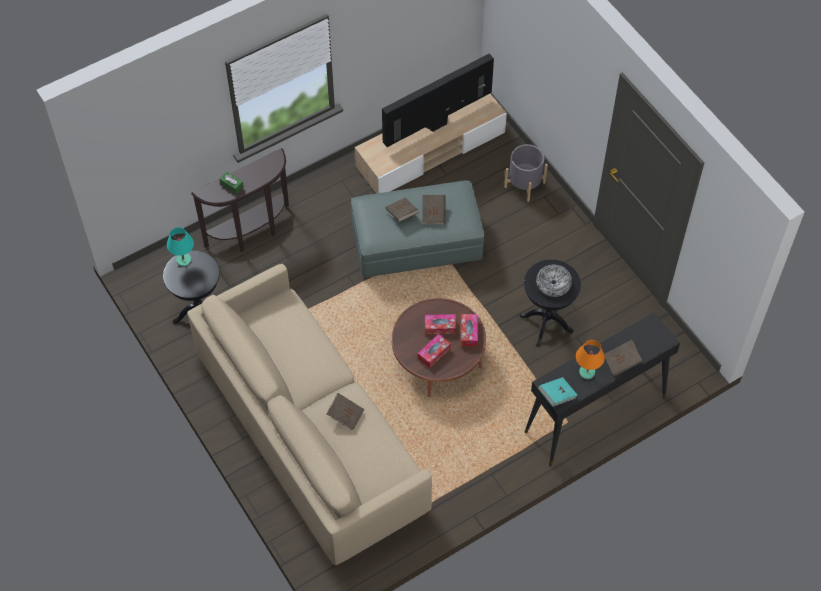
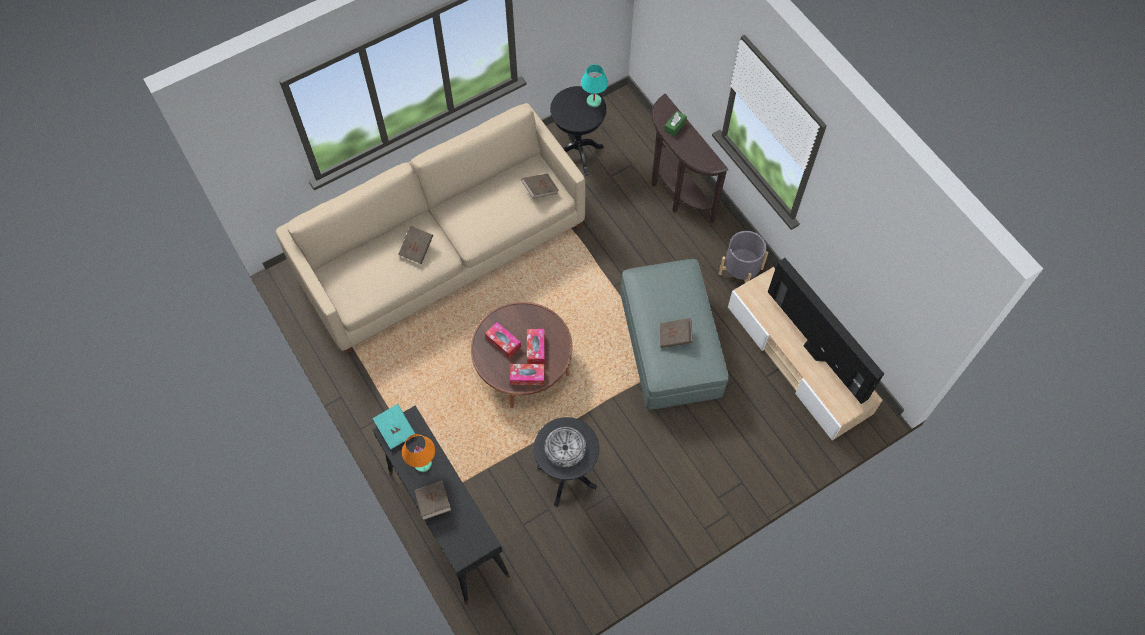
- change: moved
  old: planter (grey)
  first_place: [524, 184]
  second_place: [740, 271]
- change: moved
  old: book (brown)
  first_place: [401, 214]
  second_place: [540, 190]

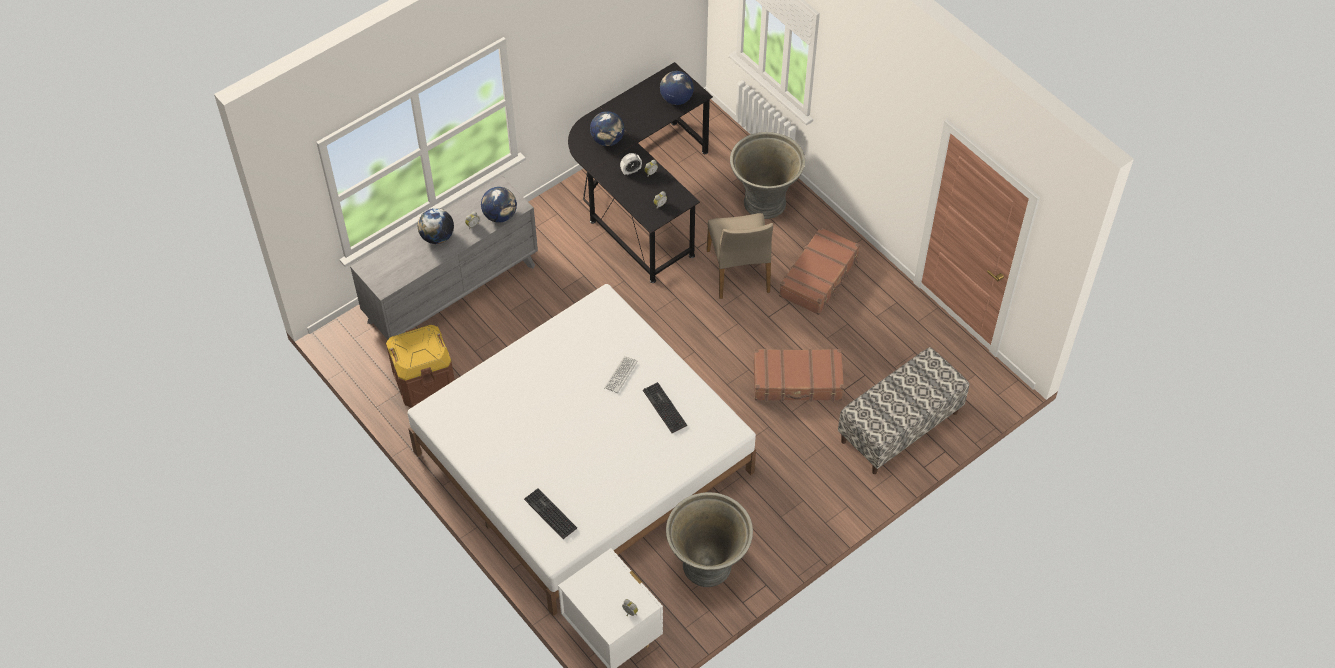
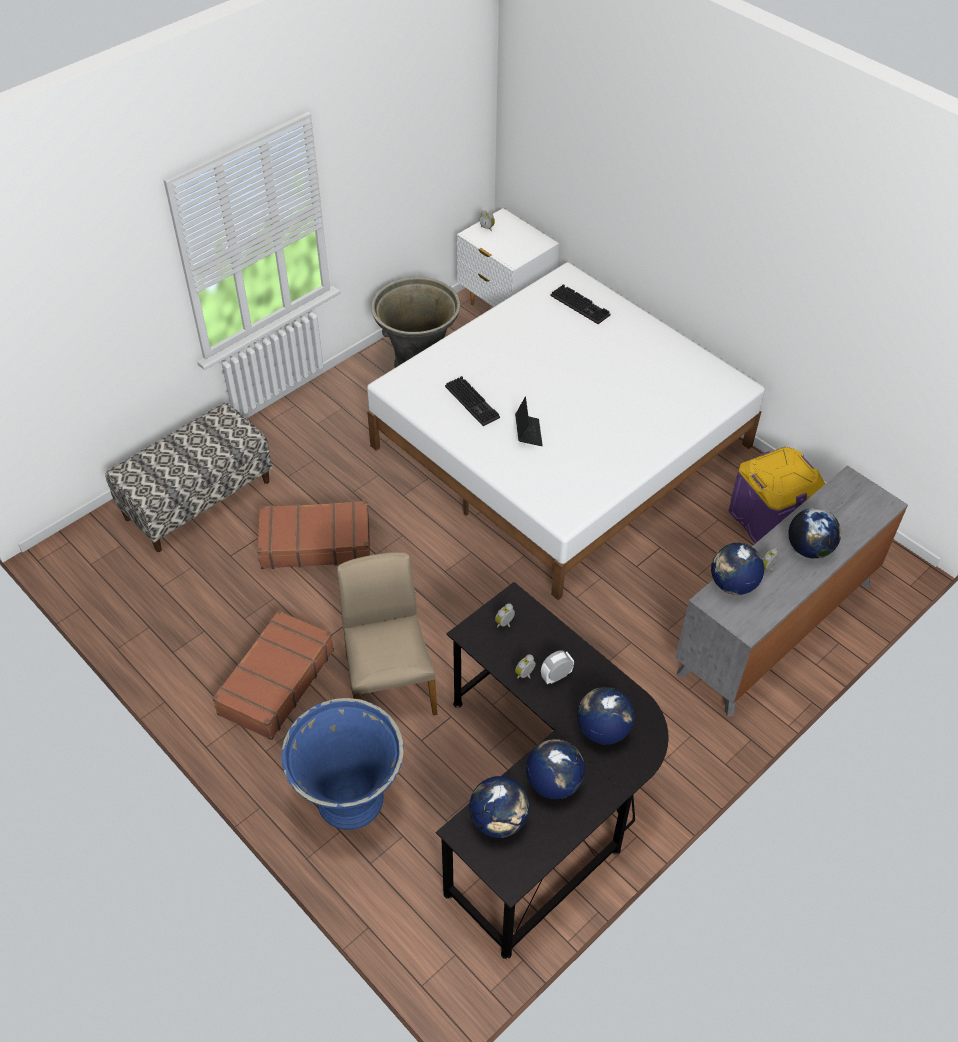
- change: recoloured
  old: planter (grey)
  new: planter (blue)
  first_place: [764, 202]
  second_place: [350, 801]
- change: recoloured
  old: storage box (brown)
  new: storage box (purple)
  first_place: [424, 380]
  second_place: [769, 519]
- change: replaced
  old: keyboard
  new: laptop
  first_place: [620, 375]
  second_place: [528, 433]
- change: added
  new: globe
  second_place: [553, 782]

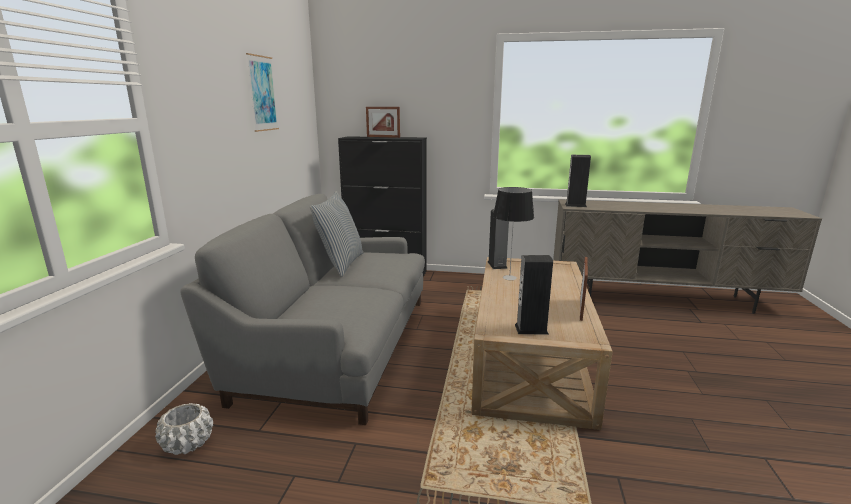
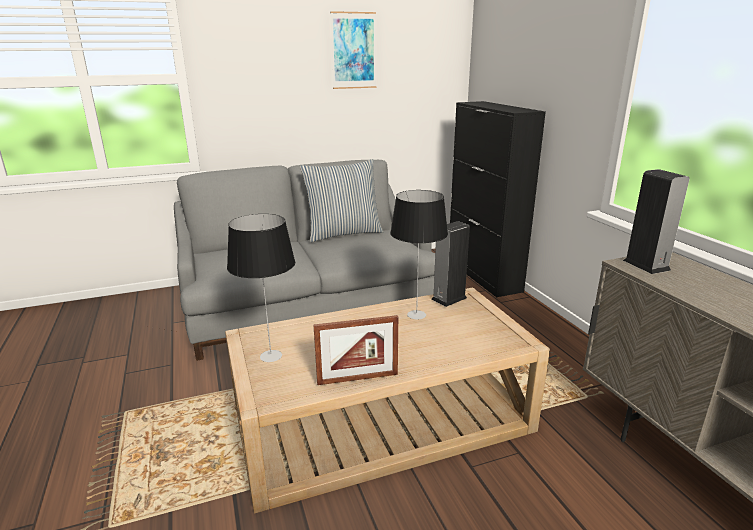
- change: removed
  old: picture frame
  first_place: [383, 137]
- change: replaced
  old: speaker
  new: table lamp
  first_place: [531, 329]
  second_place: [270, 356]
- change: removed
  old: planter (white)
  first_place: [187, 443]

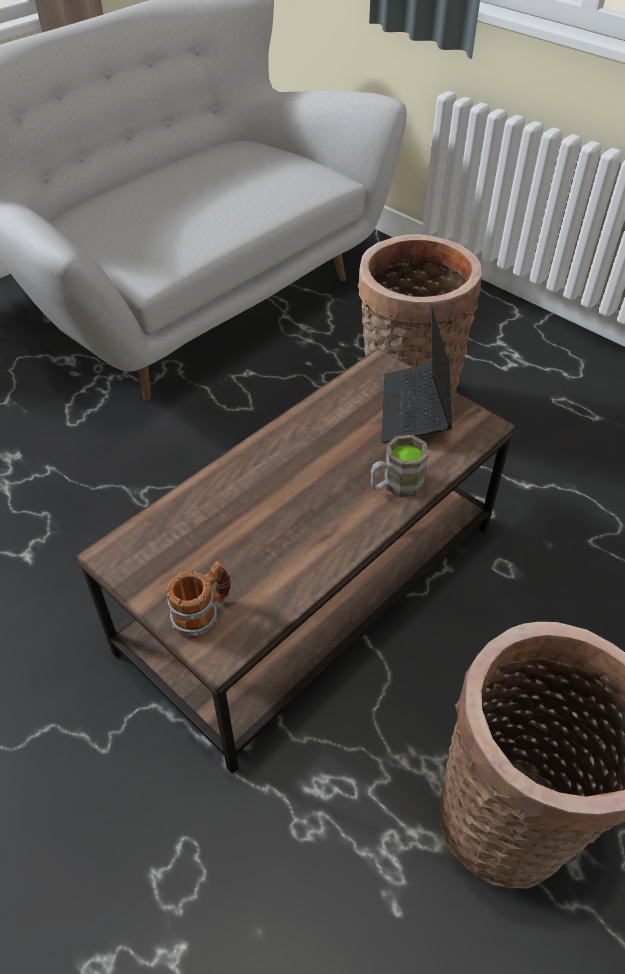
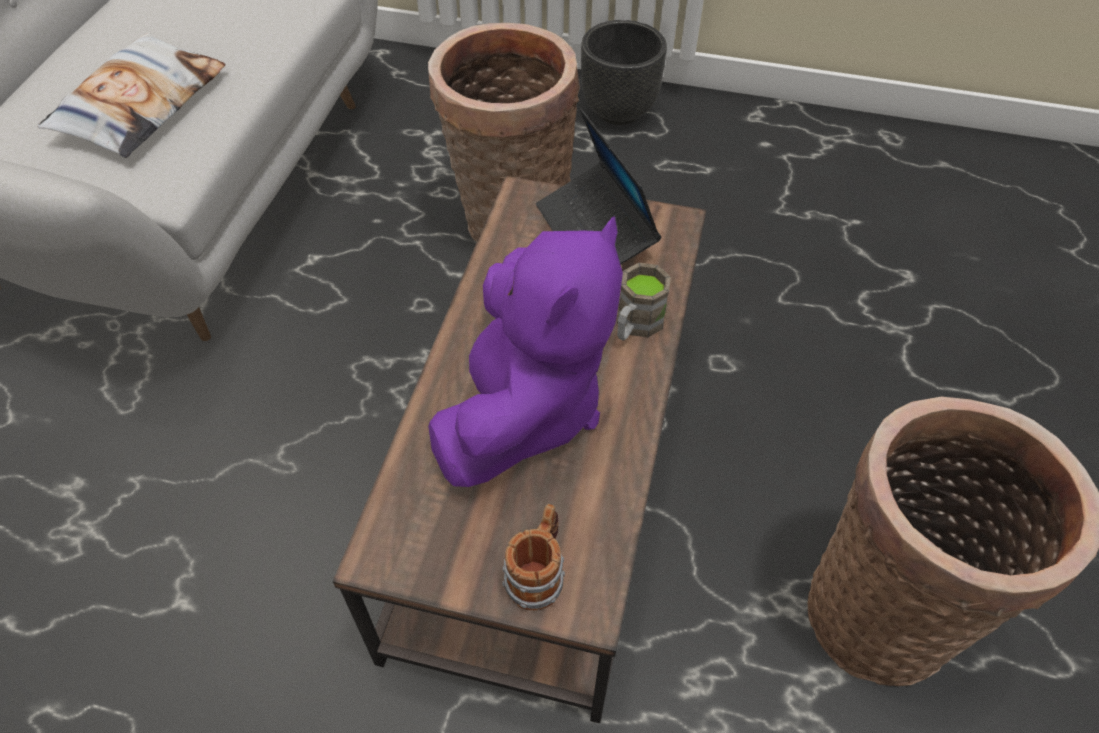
- change: added
  new: planter (black)
  second_place: [617, 111]
- change: added
  new: pillow
  second_place: [141, 105]
- change: added
  new: plush toy (purple)
  second_place: [523, 408]

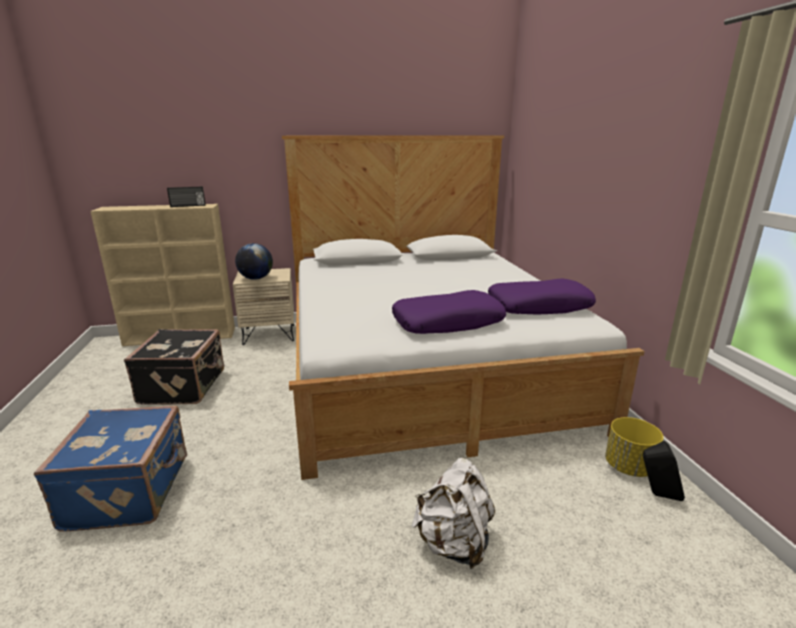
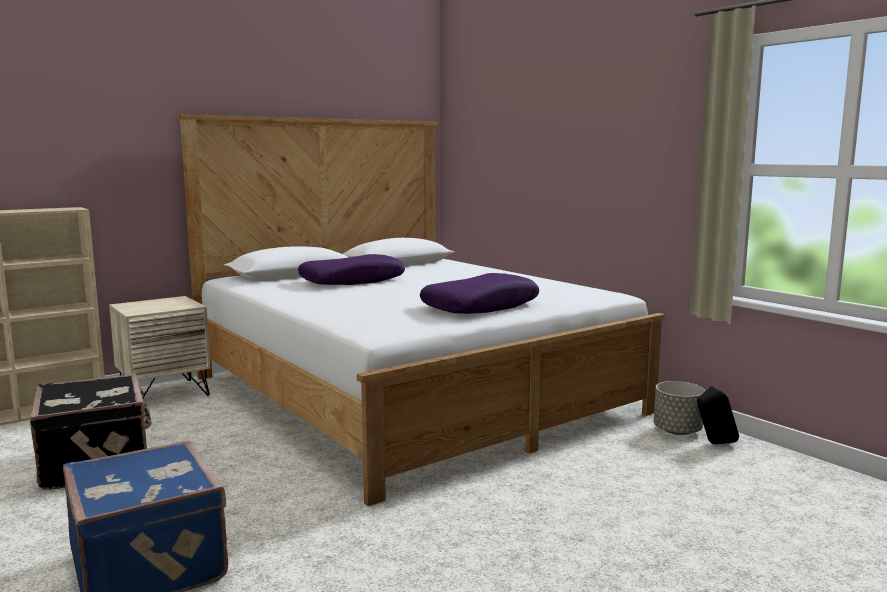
- change: removed
  old: radio
  first_place: [188, 206]
- change: removed
  old: globe
  first_place: [256, 278]
- change: moved
  old: pillow (purple)
  first_place: [539, 307]
  second_place: [352, 281]
- change: recoloured
  old: planter (yellow)
  new: planter (grey)
  first_place: [629, 467]
  second_place: [677, 431]
- change: removed
  old: backpack (white)
  first_place: [454, 543]

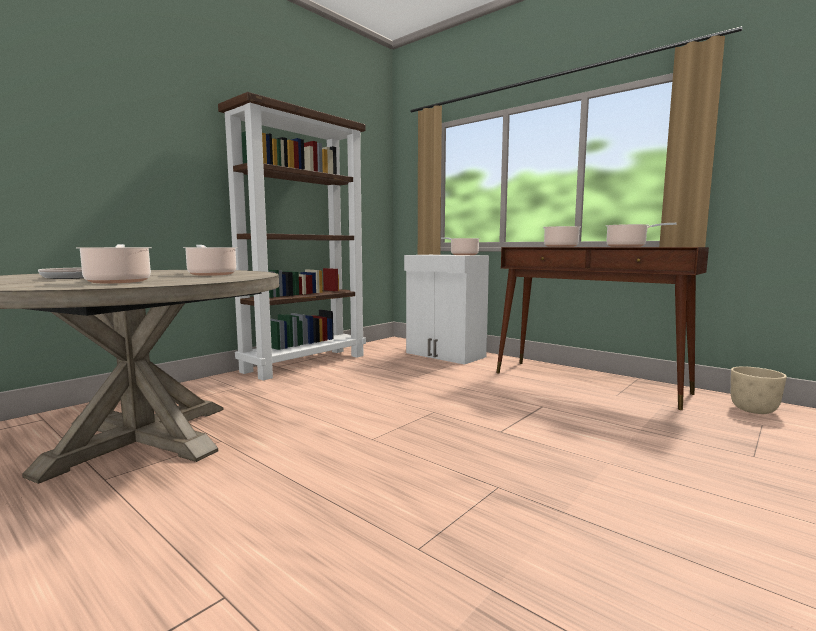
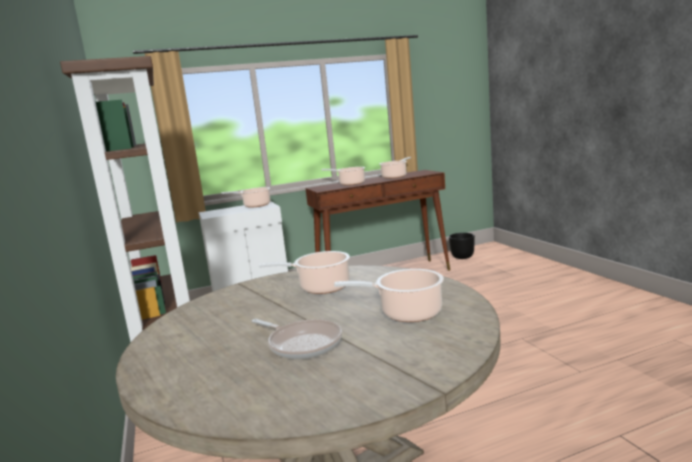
- change: recoloured
  old: planter (beige)
  new: planter (black)
  first_place: [752, 410]
  second_place: [462, 257]

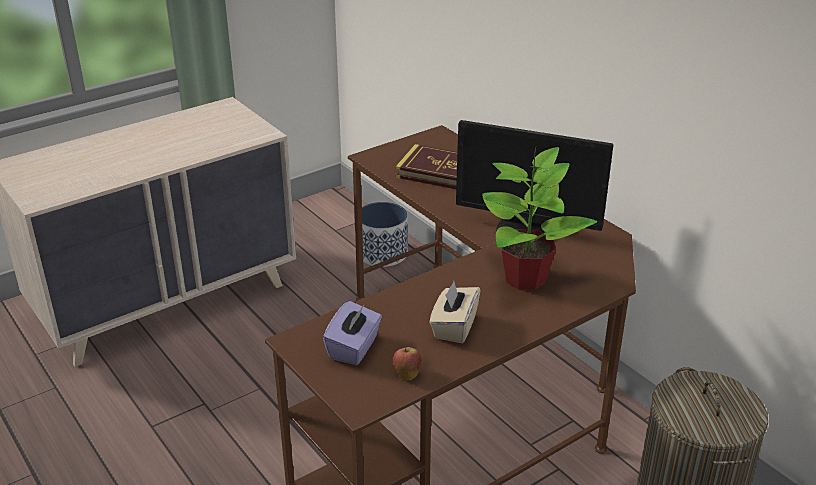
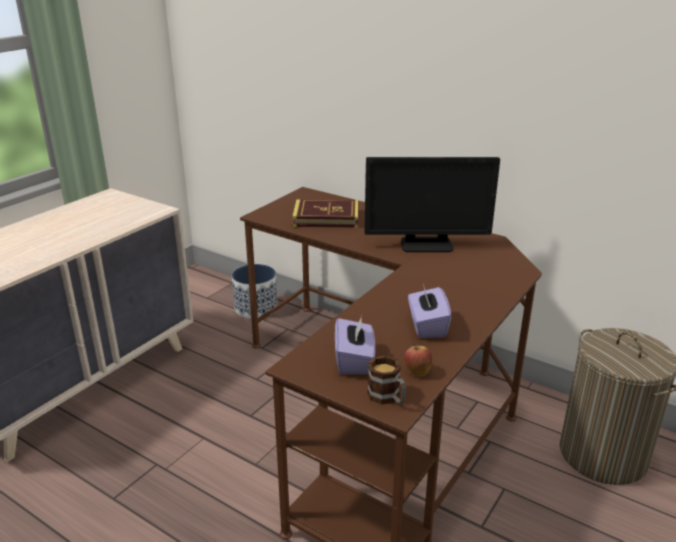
- change: removed
  old: potted plant
  first_place: [525, 277]
- change: recoloured
  old: tissue box (beige)
  new: tissue box (purple)
  first_place: [454, 327]
  second_place: [427, 326]
- change: added
  new: mug
  second_place: [387, 398]

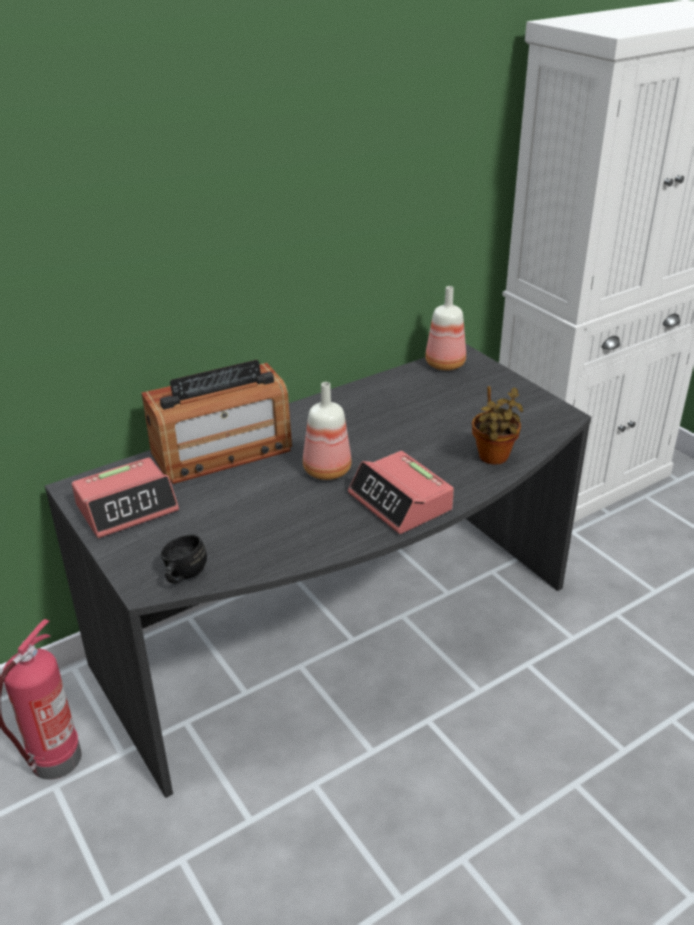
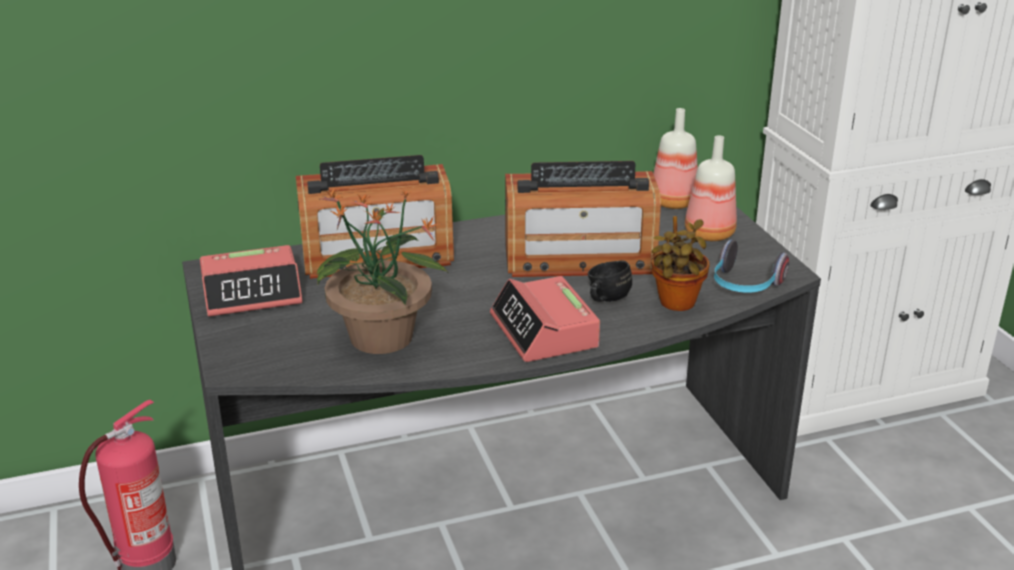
- change: moved
  old: bottle
  first_place: [326, 471]
  second_place: [708, 234]
- change: moved
  old: mug (black)
  first_place: [182, 575]
  second_place: [604, 299]
- change: added
  new: radio
  second_place: [579, 258]
- change: added
  new: potted plant
  second_place: [382, 338]
- change: added
  new: headphones
  second_place: [744, 286]

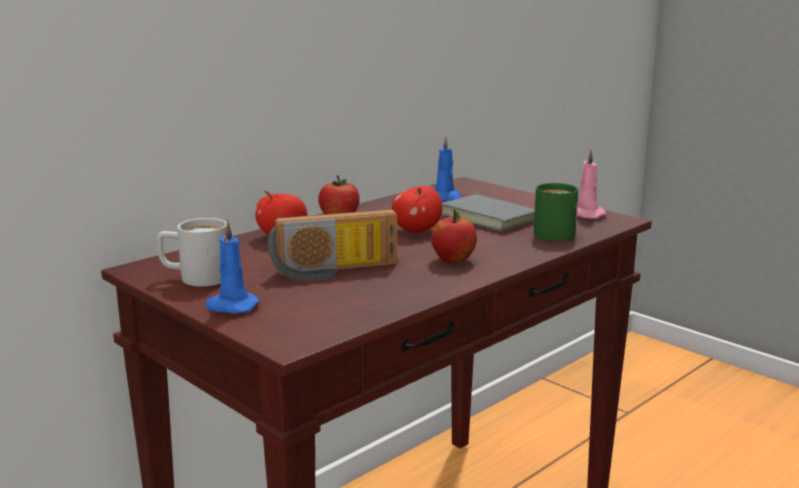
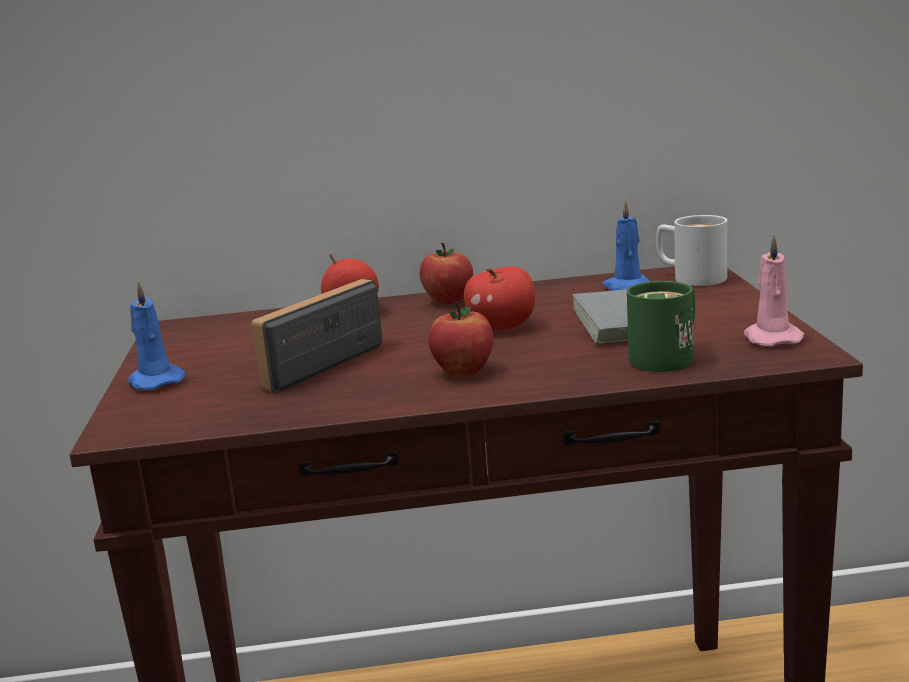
- change: turned
  old: radio
  first_place: [335, 271]
  second_place: [317, 362]
  degrees: 105
- change: moved
  old: mug (white)
  first_place: [195, 278]
  second_place: [690, 277]

